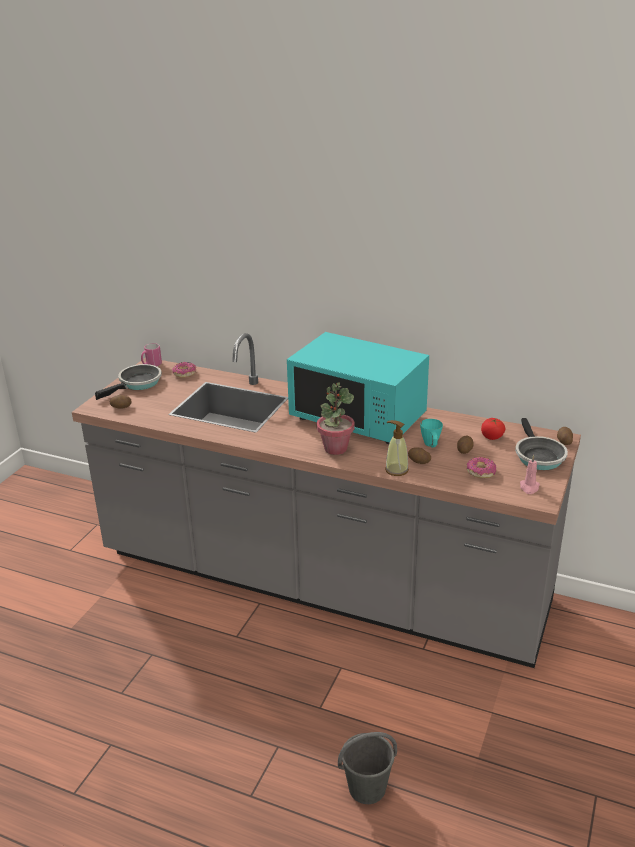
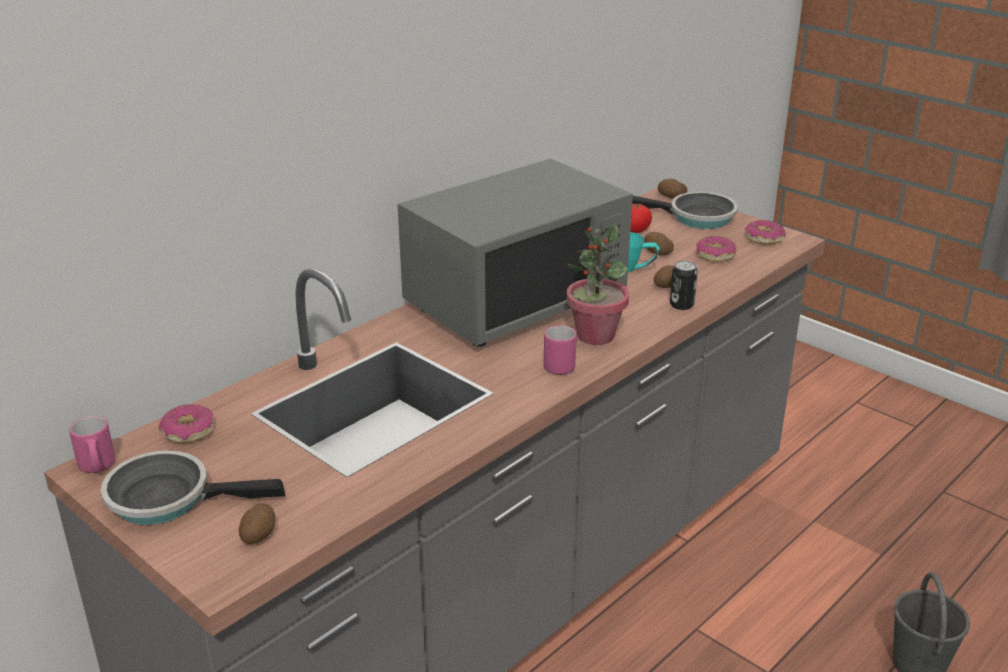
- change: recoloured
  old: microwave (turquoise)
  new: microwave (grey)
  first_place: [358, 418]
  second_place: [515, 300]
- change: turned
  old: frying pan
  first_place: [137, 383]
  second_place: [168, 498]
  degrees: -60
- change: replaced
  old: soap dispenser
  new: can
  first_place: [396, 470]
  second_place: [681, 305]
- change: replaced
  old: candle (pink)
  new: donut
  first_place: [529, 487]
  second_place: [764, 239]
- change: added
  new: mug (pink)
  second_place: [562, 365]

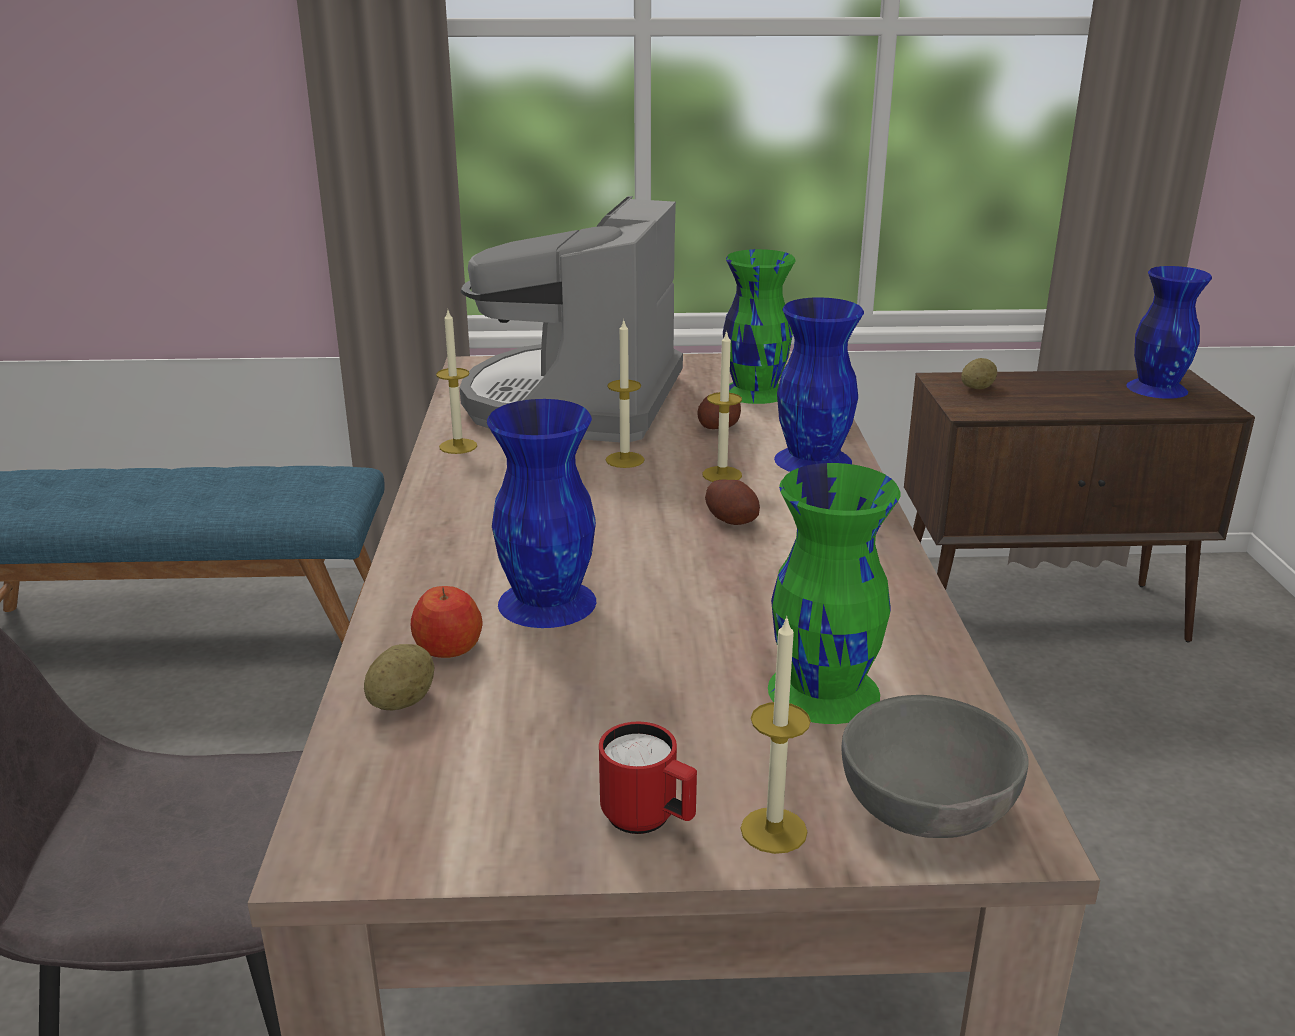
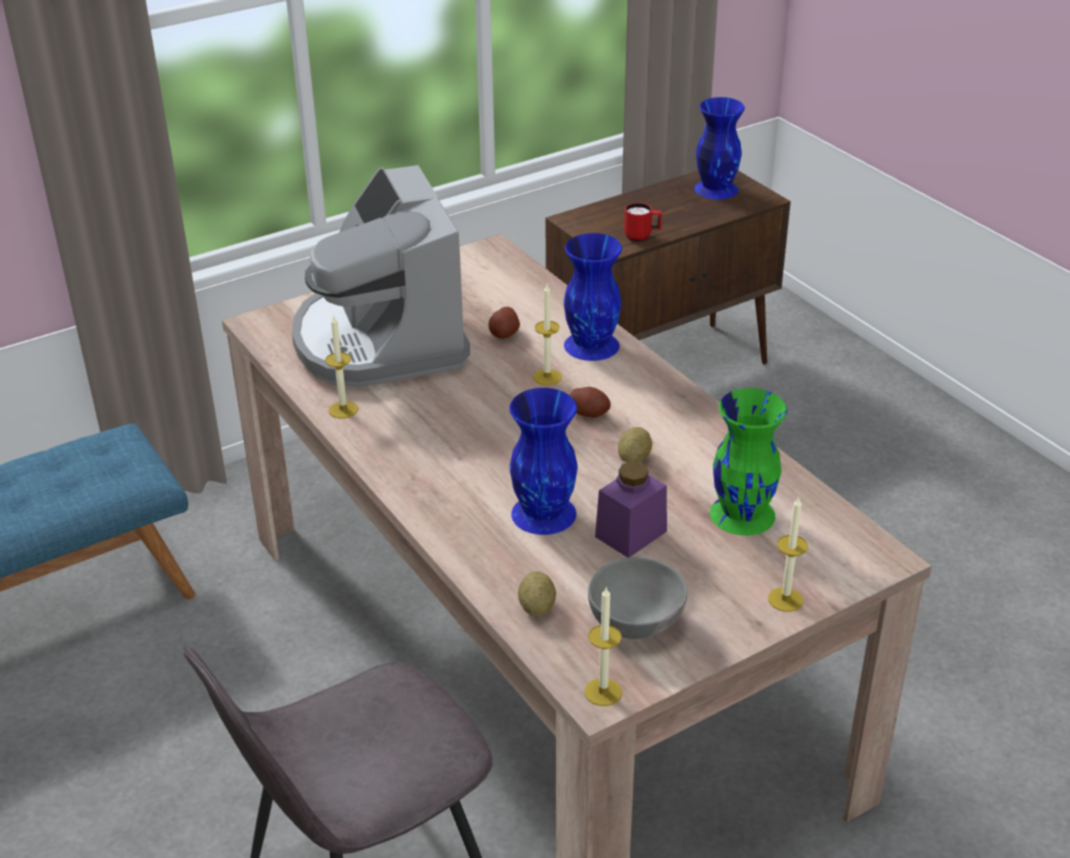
- change: removed
  old: vase (green)
  first_place: [754, 391]
- change: moved
  old: candle
  first_place: [625, 460]
  second_place: [603, 692]
- change: moved
  old: potato
  first_place: [977, 388]
  second_place: [634, 458]
- change: removed
  old: apple
  first_place: [448, 648]
- change: moved
  old: bowl (grey)
  first_place: [926, 816]
  second_place: [637, 624]
- change: moved
  old: mug (red)
  first_place: [649, 820]
  second_place: [642, 237]
- change: added
  new: jar (purple)
  second_place: [631, 534]

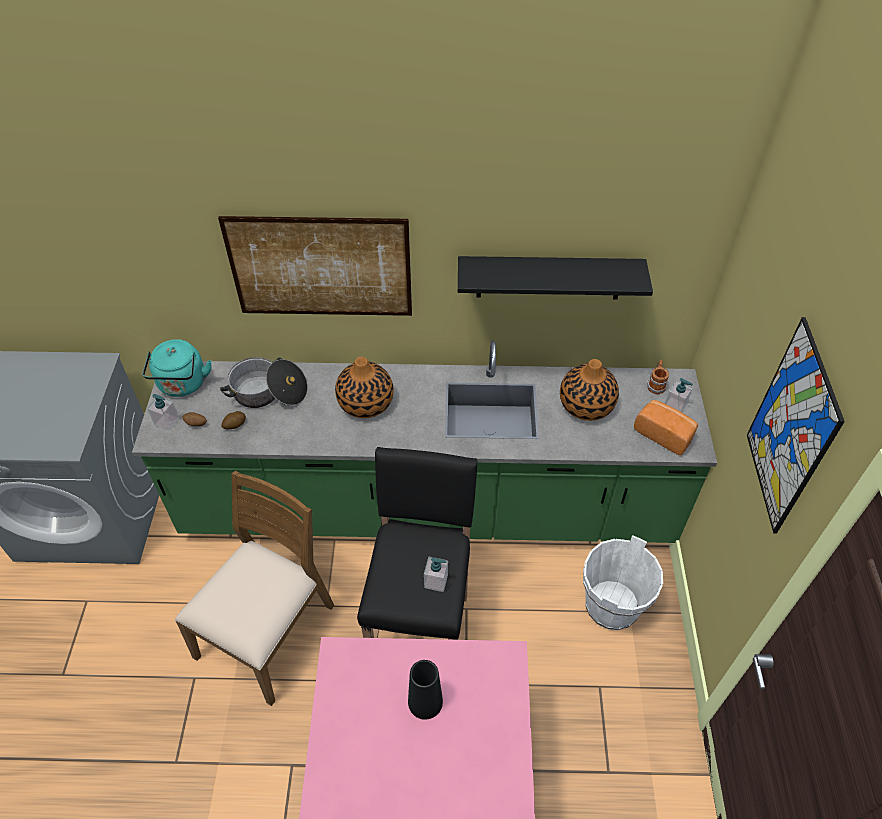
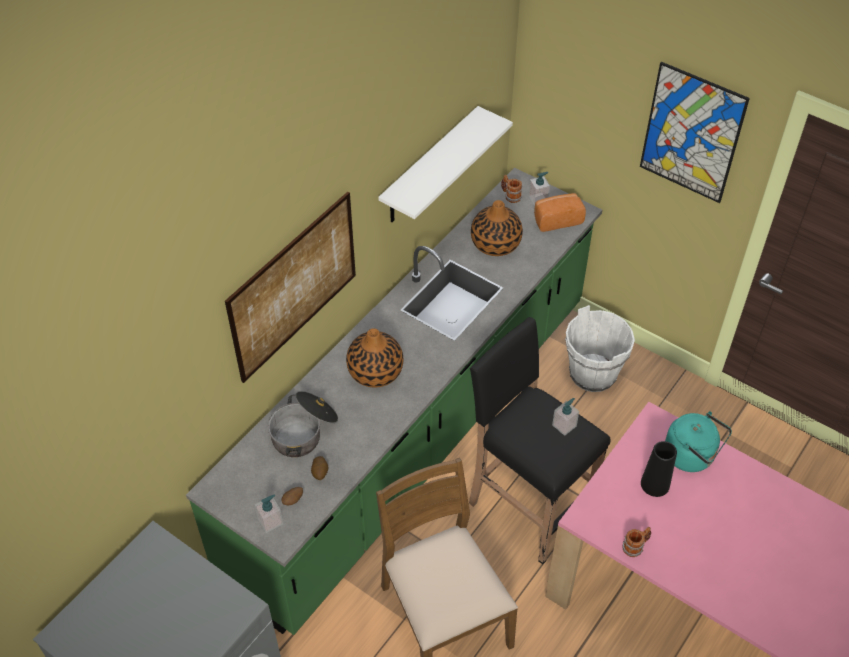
- change: recoloured
  old: shelf (black)
  new: shelf (white)
  first_place: [549, 277]
  second_place: [429, 167]
- change: moved
  old: kettle (turquoise)
  first_place: [182, 385]
  second_place: [692, 456]
- change: added
  new: mug
  second_place: [636, 546]

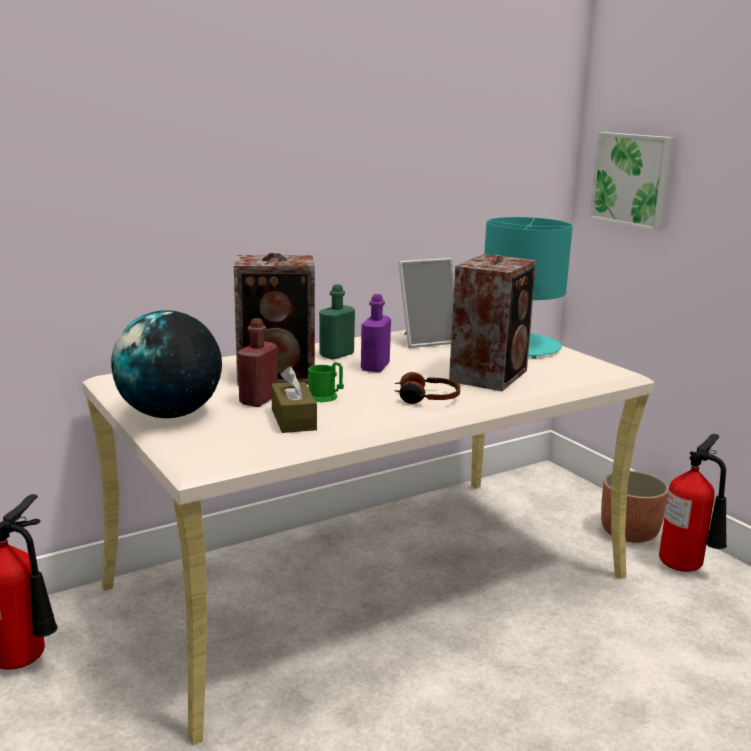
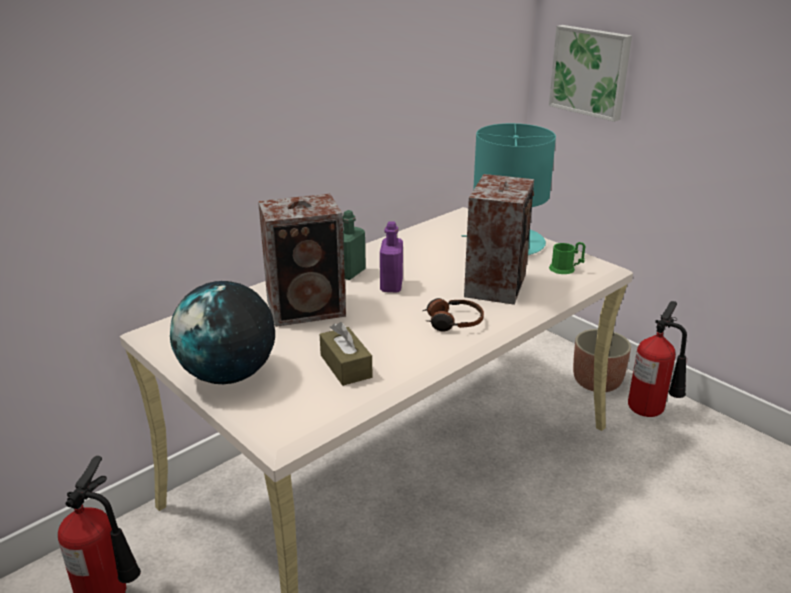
- change: removed
  old: picture frame
  first_place: [427, 340]
- change: removed
  old: bottle (red)
  first_place: [258, 400]
- change: moved
  old: mug (green)
  first_place: [325, 397]
  second_place: [565, 269]

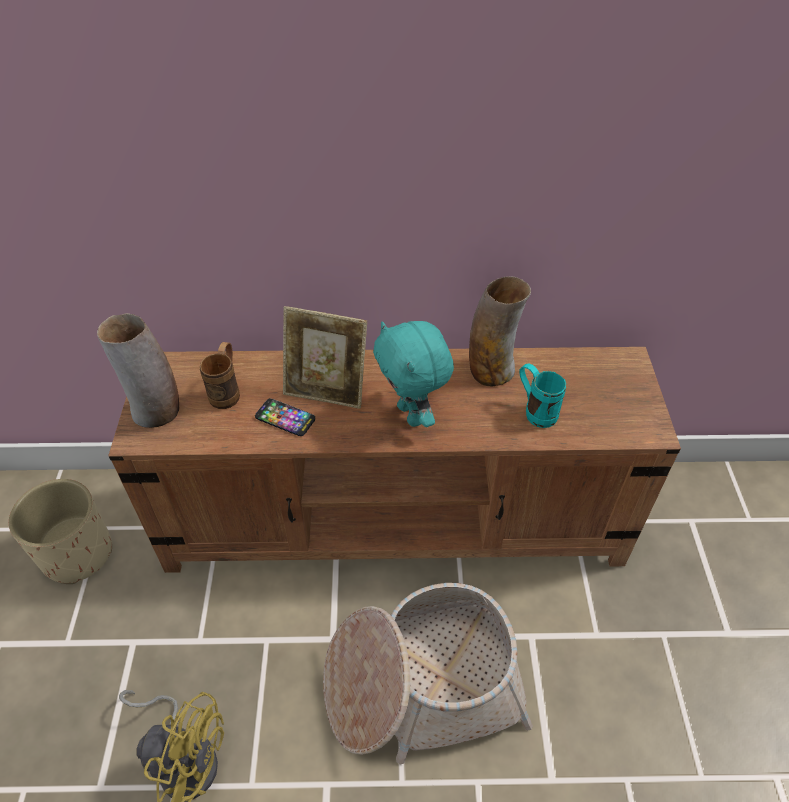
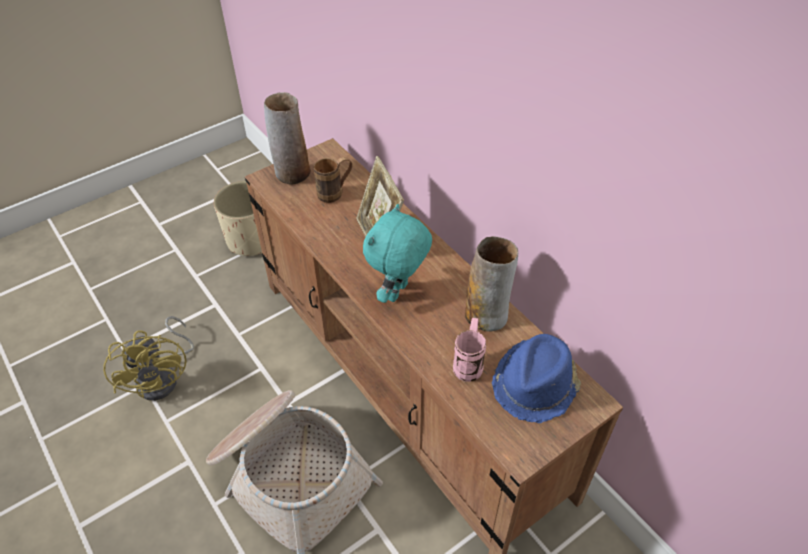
- change: recoloured
  old: mug (turquoise)
  new: mug (pink)
  first_place: [535, 411]
  second_place: [469, 362]
- change: removed
  old: phone
  first_place: [285, 418]
- change: added
  new: hat (blue)
  second_place: [535, 385]

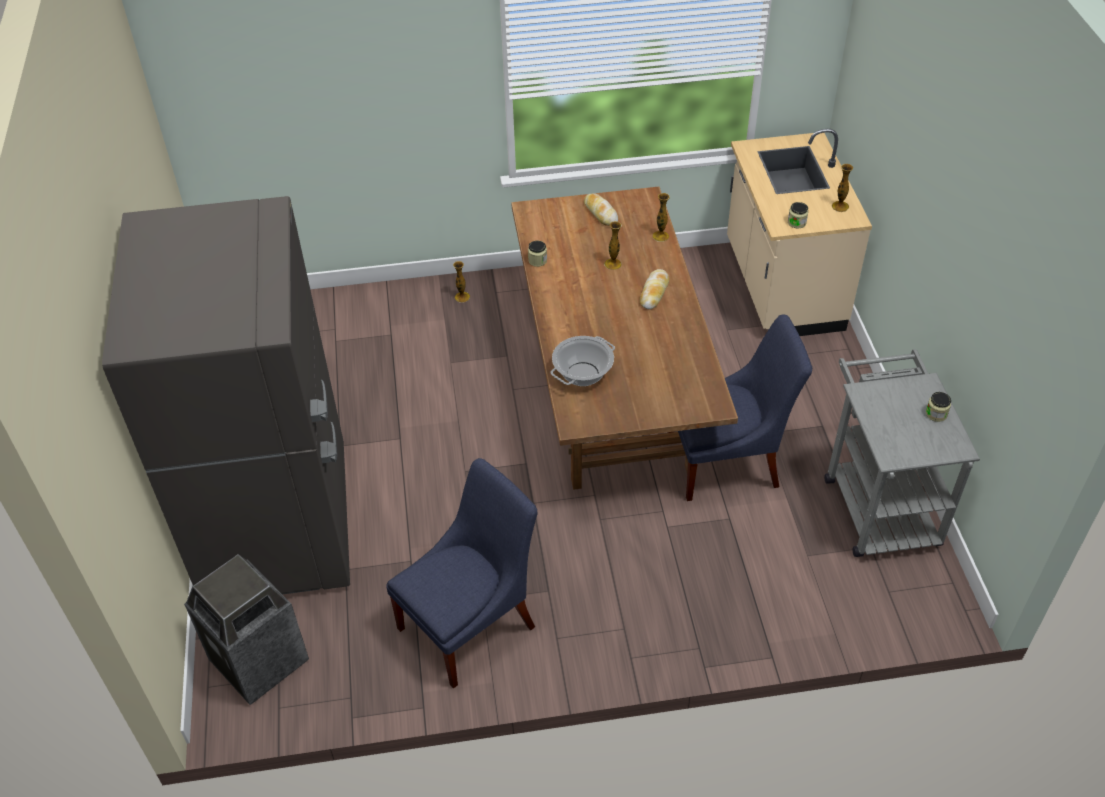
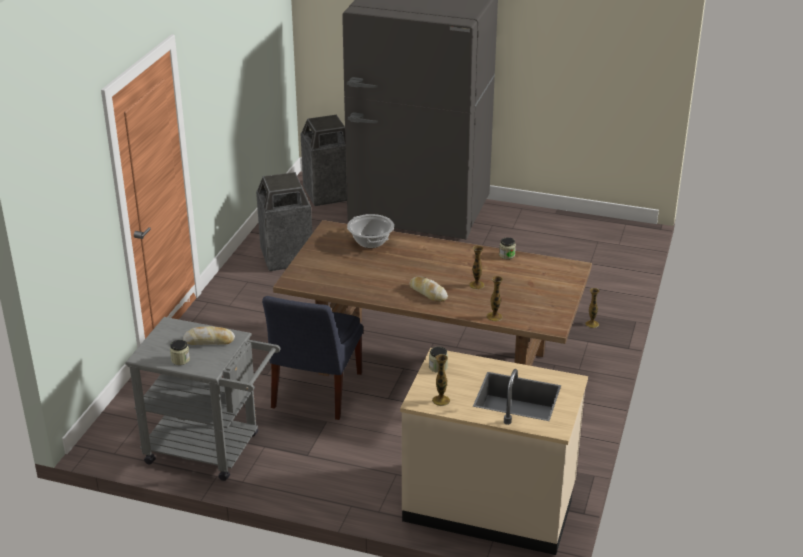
- change: moved
  old: bread
  first_place: [600, 213]
  second_place: [209, 341]
- change: replaced
  old: chair (blue)
  new: trash can
  first_place: [471, 624]
  second_place: [286, 257]

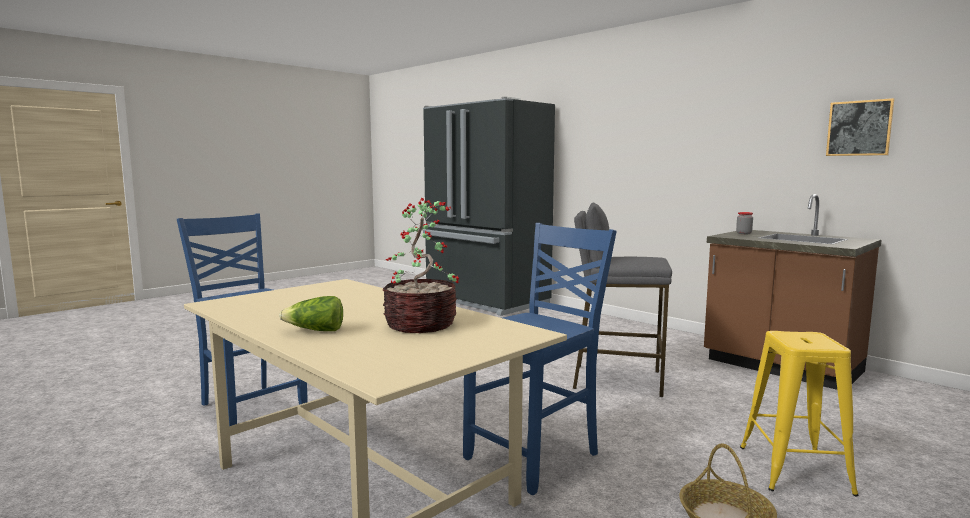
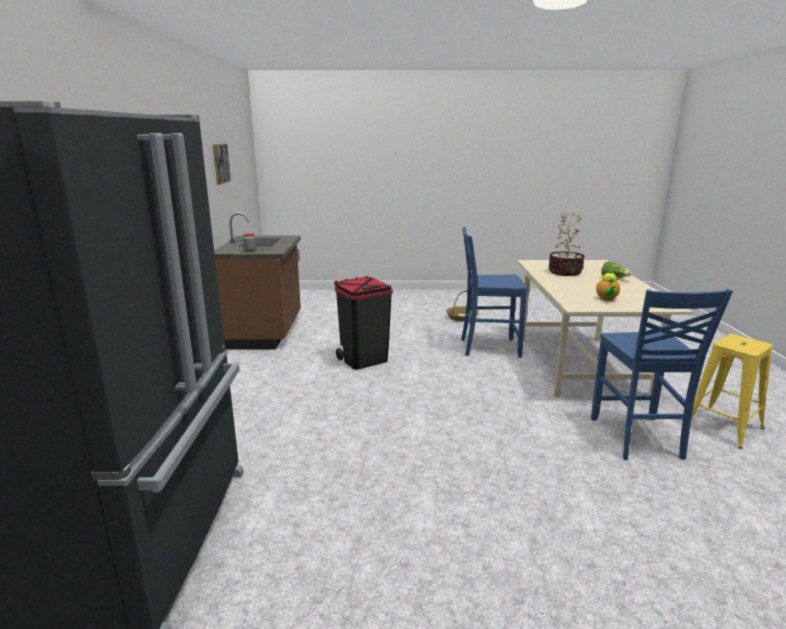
- change: replaced
  old: stool (grey)
  new: trash can (black)
  first_place: [616, 380]
  second_place: [363, 360]
- change: moved
  old: stool (yellow)
  first_place: [794, 470]
  second_place: [723, 427]
- change: added
  new: teapot
  second_place: [606, 299]

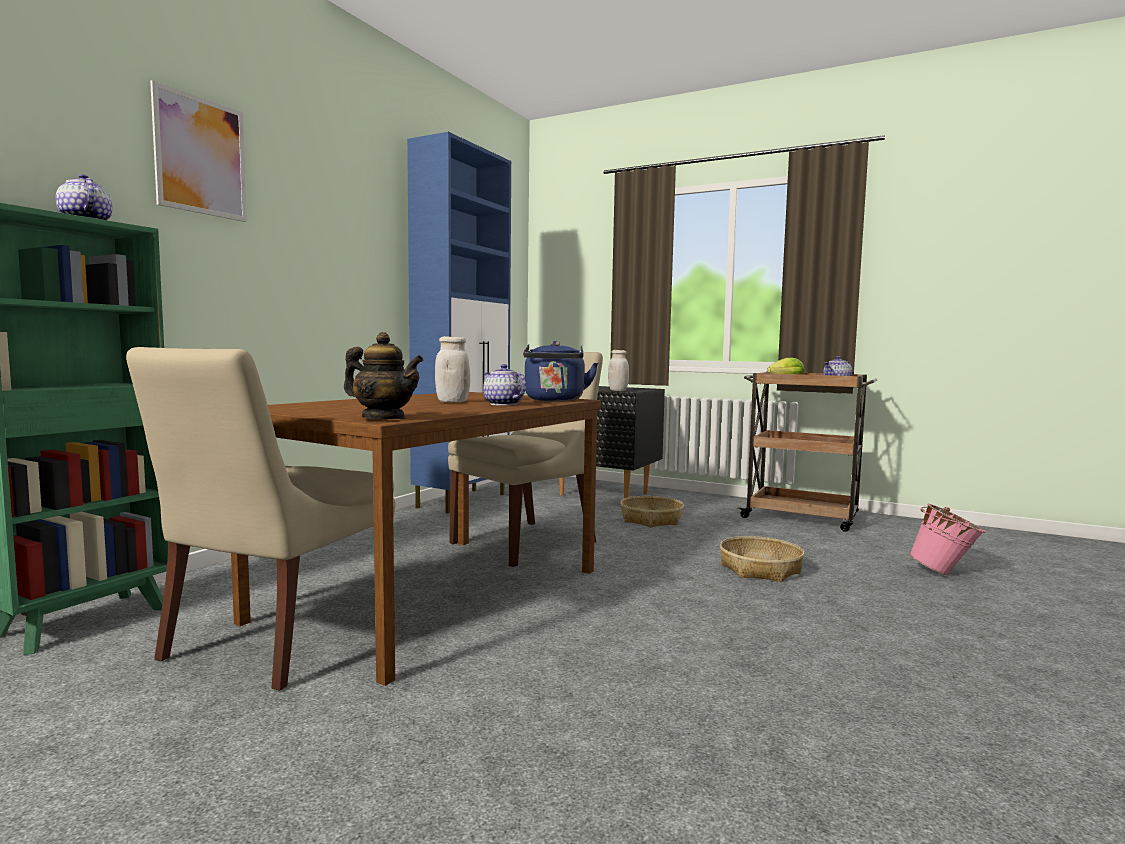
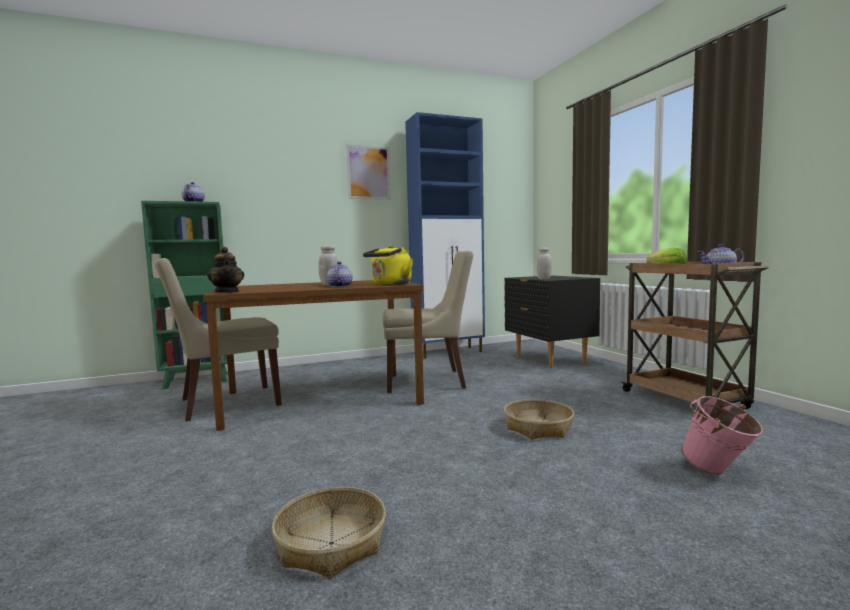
- change: moved
  old: picture
  first_place: [201, 156]
  second_place: [368, 172]
- change: recoloured
  old: kettle (blue)
  new: kettle (yellow)
  first_place: [555, 400]
  second_place: [390, 284]
- change: moved
  old: basket
  first_place: [651, 520]
  second_place: [332, 543]

